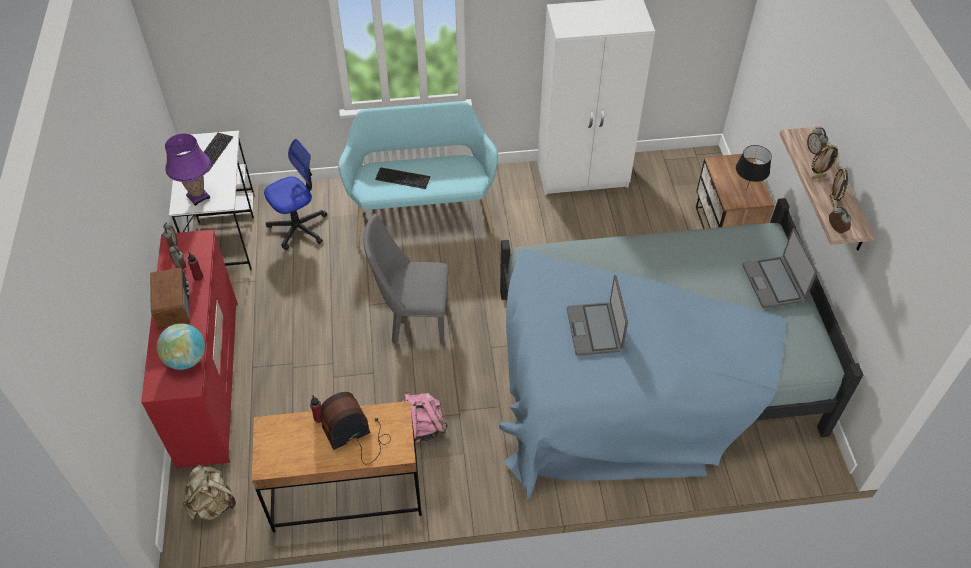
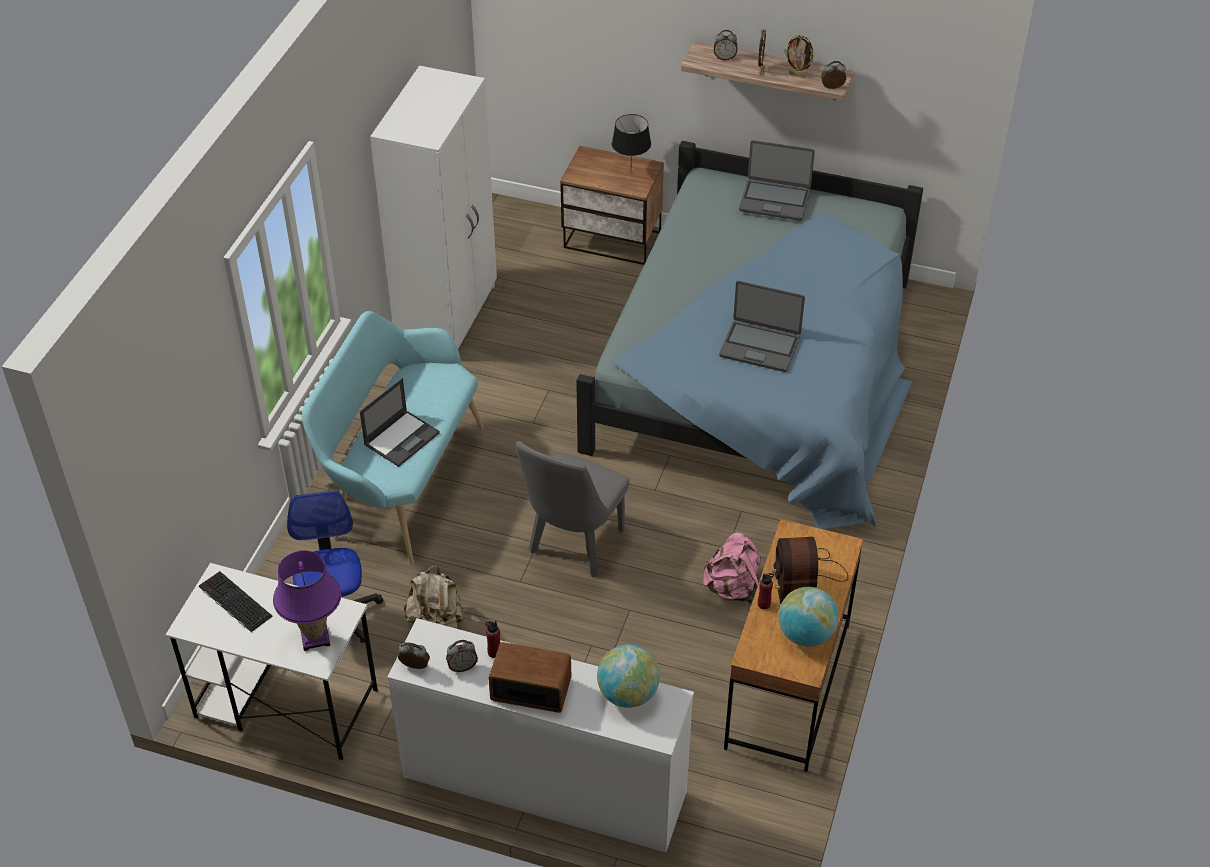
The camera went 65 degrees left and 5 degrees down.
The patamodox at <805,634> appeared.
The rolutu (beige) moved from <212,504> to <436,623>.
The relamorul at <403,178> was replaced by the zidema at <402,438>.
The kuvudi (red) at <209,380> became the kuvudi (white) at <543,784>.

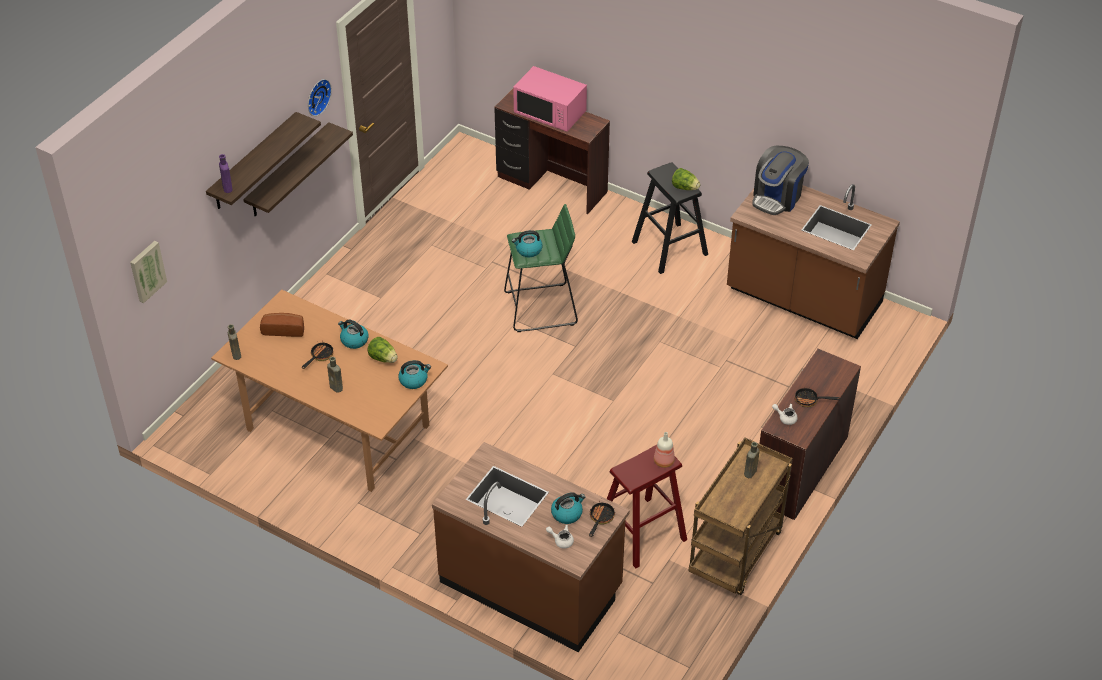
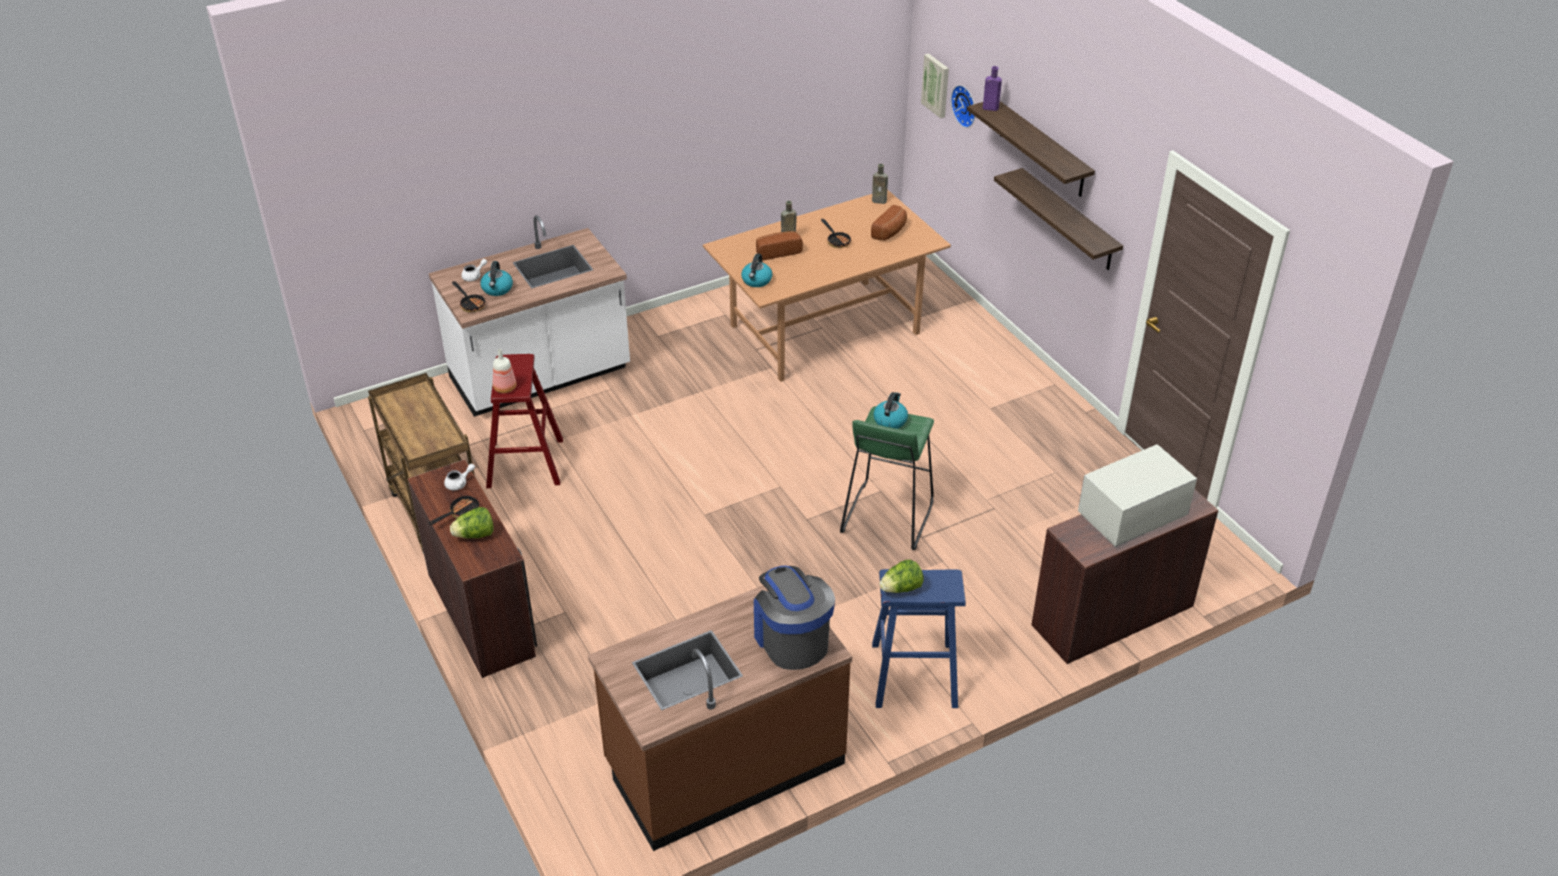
The camera went 120 degrees right and 5 degrees down.
The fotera at <354,340> disappeared.
The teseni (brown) at <749,473> disappeared.
The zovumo at <777,252> appeared.
The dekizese moved from <317,96> to <966,105>.
The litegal moved from <383,358> to <475,535>.
The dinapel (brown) at <531,585> became the dinapel (white) at <540,376>.
The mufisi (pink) at <550,114> became the mufisi (white) at <1132,517>.
The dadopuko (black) at <669,248> became the dadopuko (blue) at <913,675>.

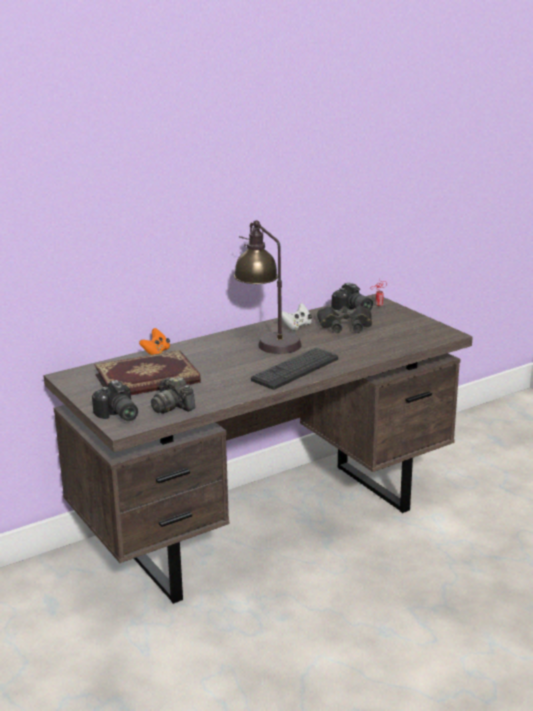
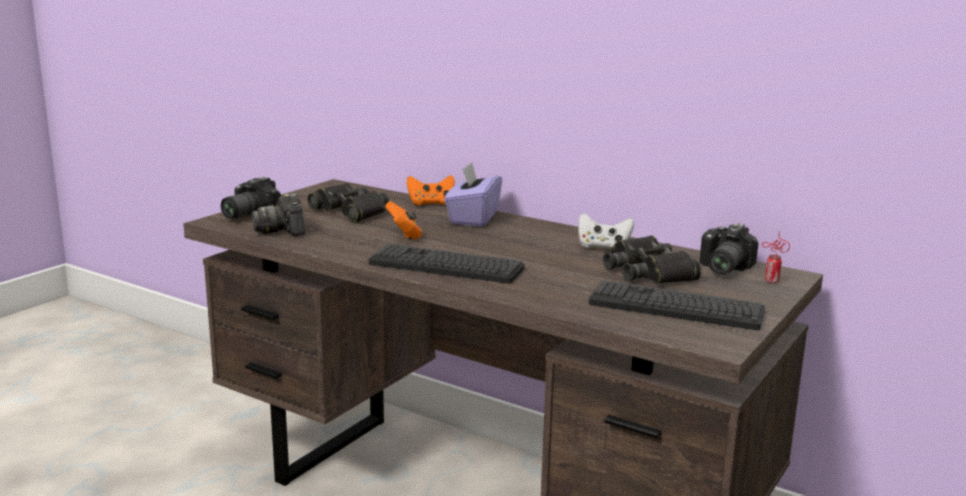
The camera went 65 degrees right and 5 degrees down.
The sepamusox at <267,340> disappeared.
The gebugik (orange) at <404,235> appeared.
The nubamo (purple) at <473,218> appeared.
The relamorul at <675,307> appeared.
The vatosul at <148,380> was replaced by the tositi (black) at <351,211>.
The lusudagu at <172,407> turned 45 degrees counterclockwise.

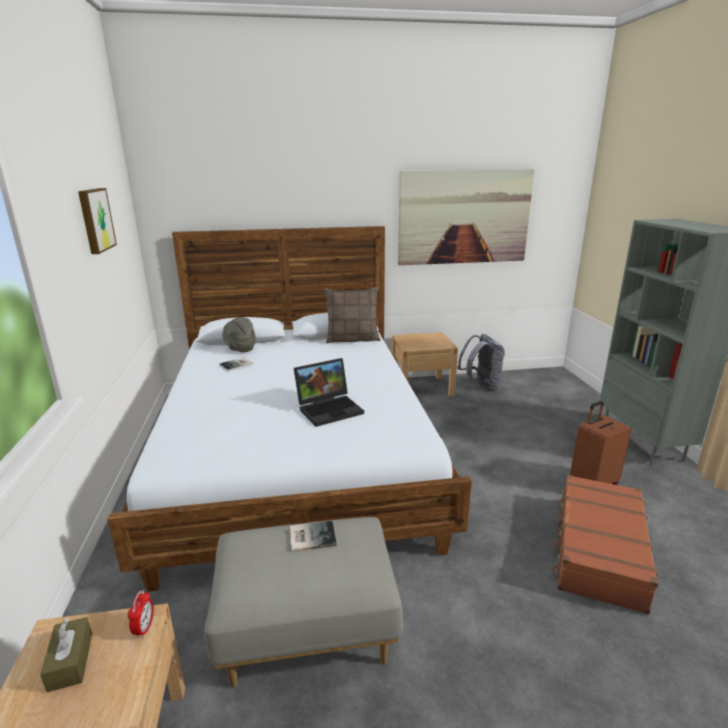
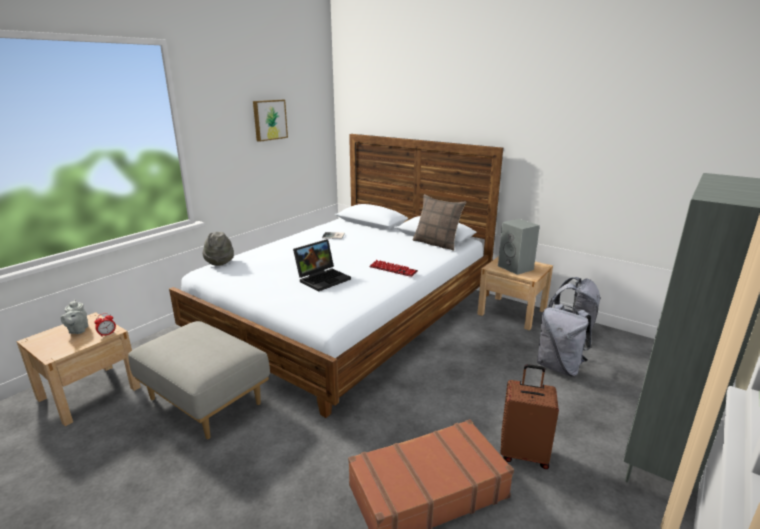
The camera went 45 degrees right and 0 degrees up.
The vatosul at <311,536> disappeared.
The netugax at <464,217> disappeared.
The relamorul at <393,269> appeared.
The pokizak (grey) at <516,268> appeared.
The rolutu (grey) at <559,367> appeared.
The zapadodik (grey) moved from <240,349> to <219,261>.
The nubamo (brown) at <70,661> was replaced by the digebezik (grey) at <78,330>.
The zidema at <330,408> turned 60 degrees counterclockwise.

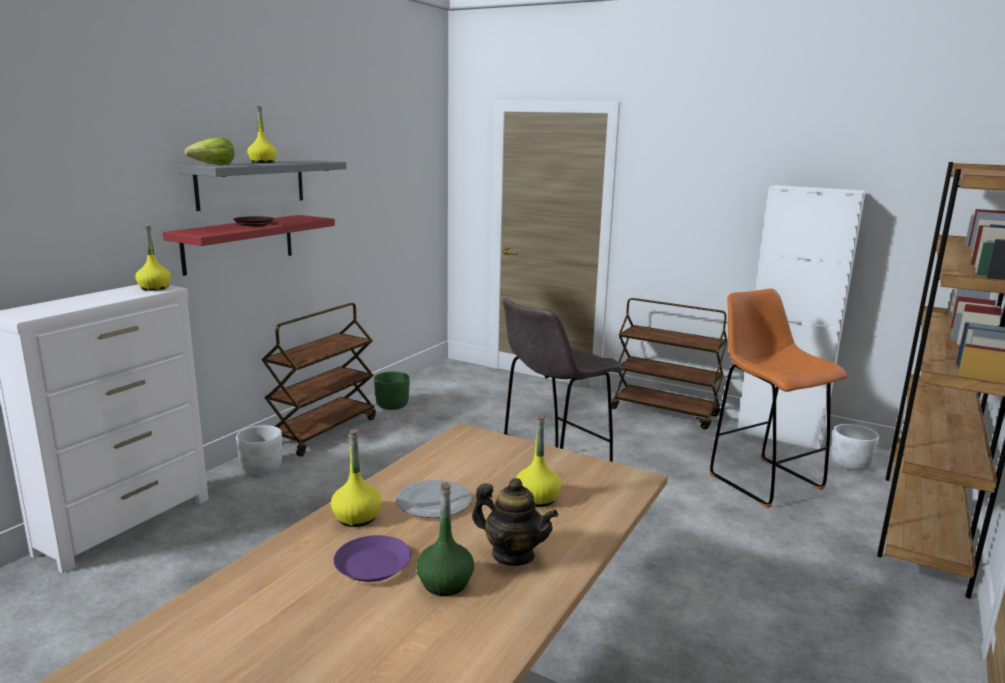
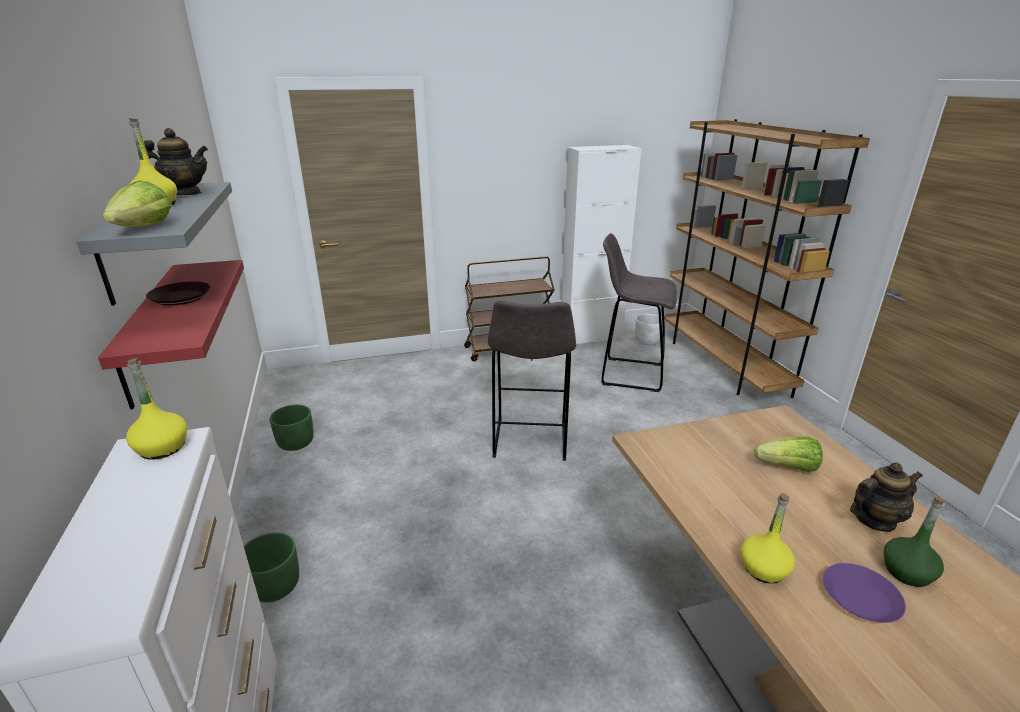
The camera went 45 degrees left and 10 degrees up.
The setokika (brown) at <323,431> disappeared.
The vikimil at <434,501> disappeared.
The digebezik at <185,194> appeared.
The teseni (yellow) at <537,498> was replaced by the litegal at <788,467>.
The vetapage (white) at <262,468> became the vetapage (green) at <275,586>.
The dadopuko (orange) at <762,480> became the dadopuko (grey) at <629,374>.

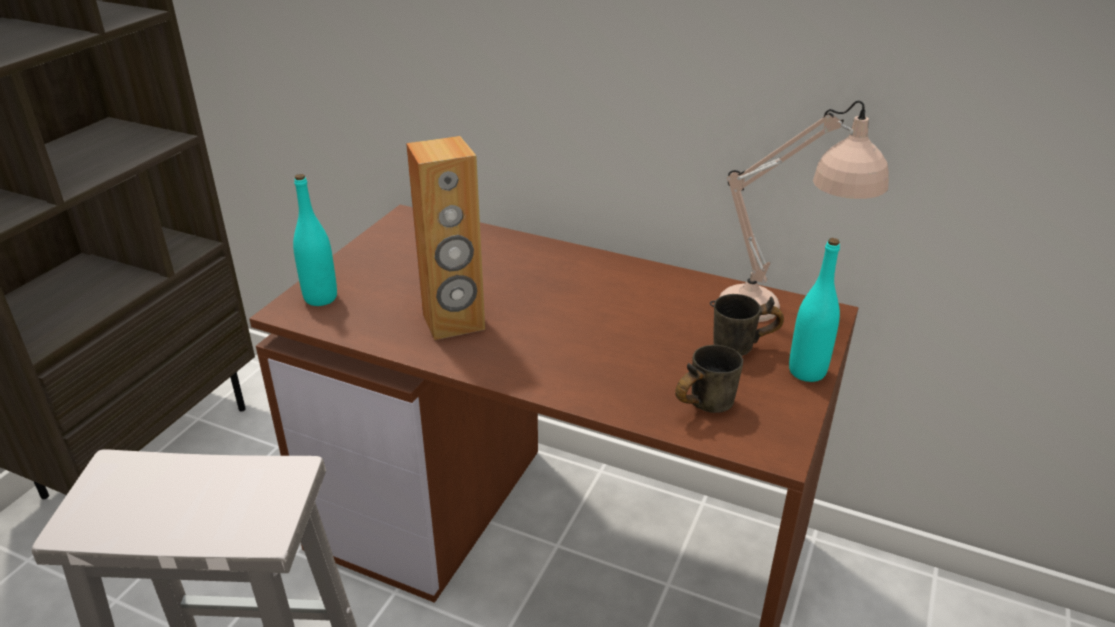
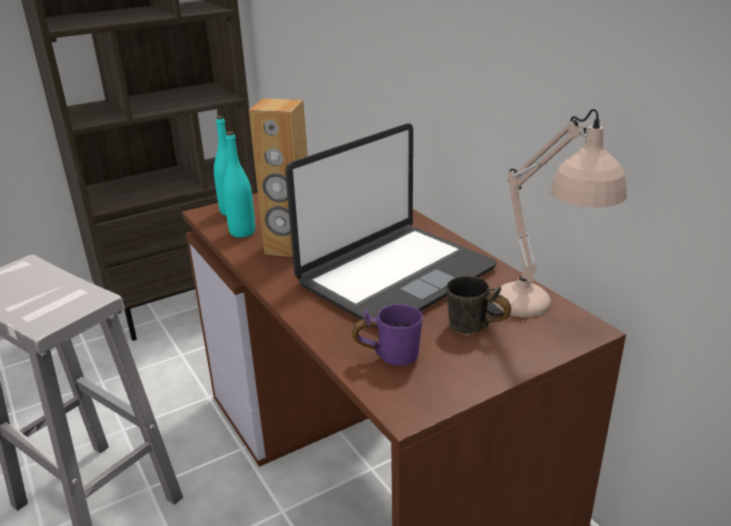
The camera went 35 degrees right and 5 degrees down.
The zidema at <395,275> appeared.
The teseni (turquoise) moved from <807,371> to <242,232>.
The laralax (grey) at <700,404> became the laralax (purple) at <389,355>.

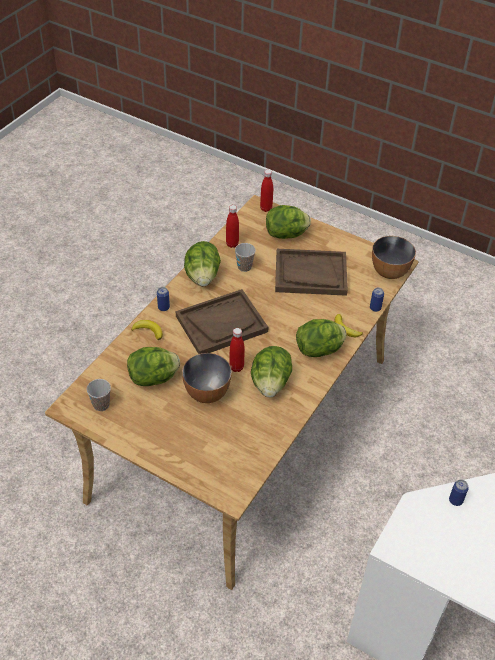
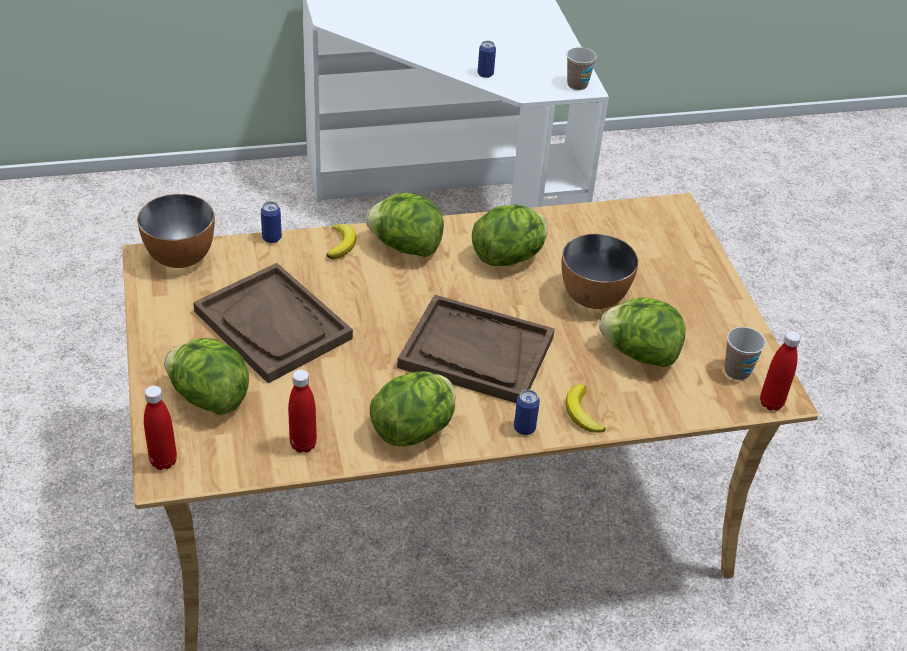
The camera went 135 degrees left and 5 degrees down.
The teseni (red) moved from <236,367> to <771,403>.
The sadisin moved from <244,267> to <577,85>.

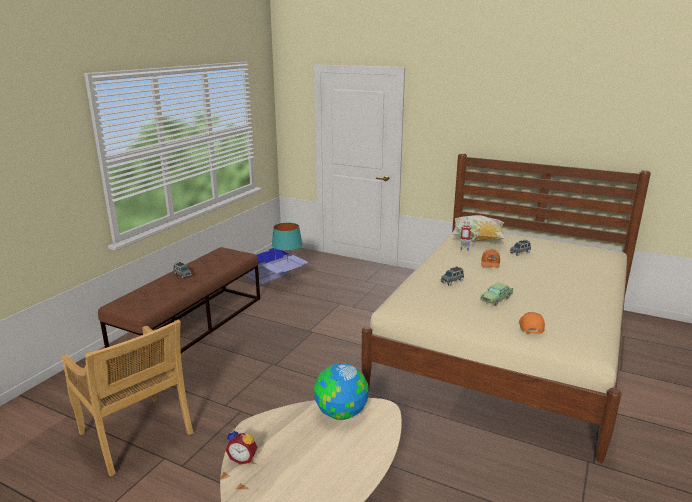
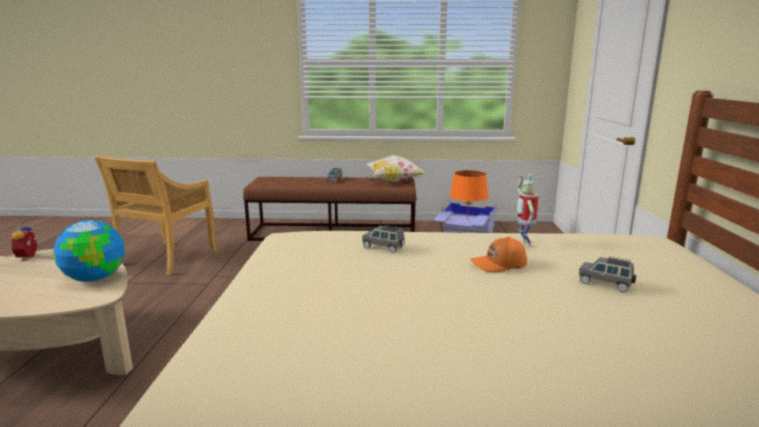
The camera went 65 degrees right and 5 degrees down.
The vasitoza at <496,299> disappeared.
The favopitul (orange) at <530,326> disappeared.
The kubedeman moved from <477,240> to <394,181>.
The sepamusox (turquoise) at <288,263> became the sepamusox (orange) at <467,220>.

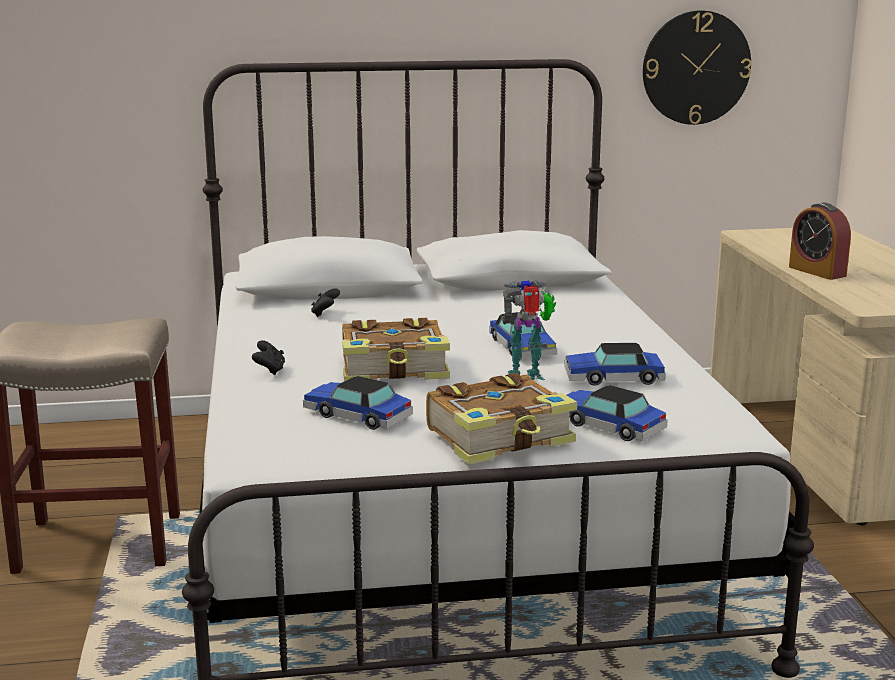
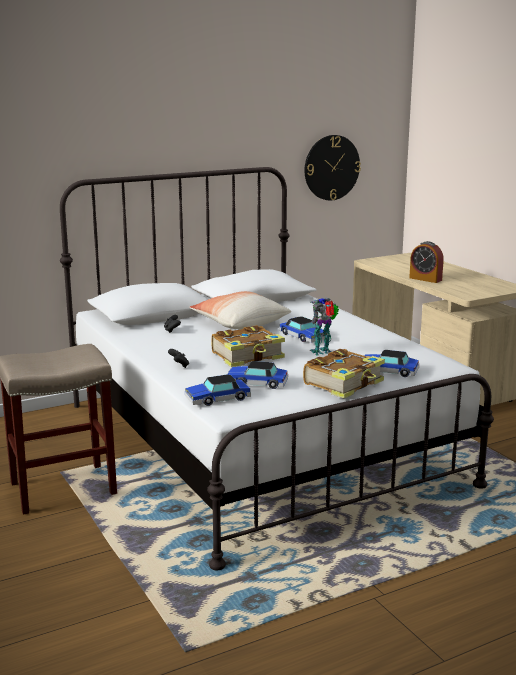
The camera went 20 degrees left and 0 degrees up.
The kubedeman at <239,323> appeared.
The vasitoza moved from <613,378> to <217,398>.

